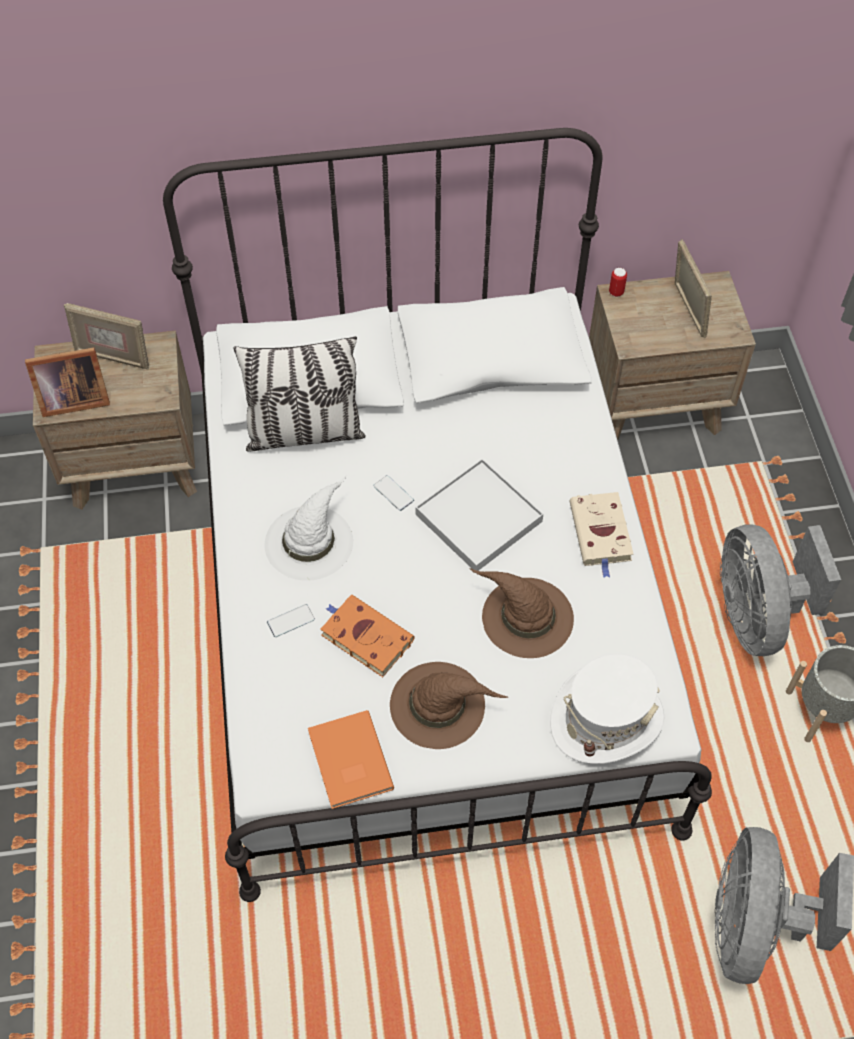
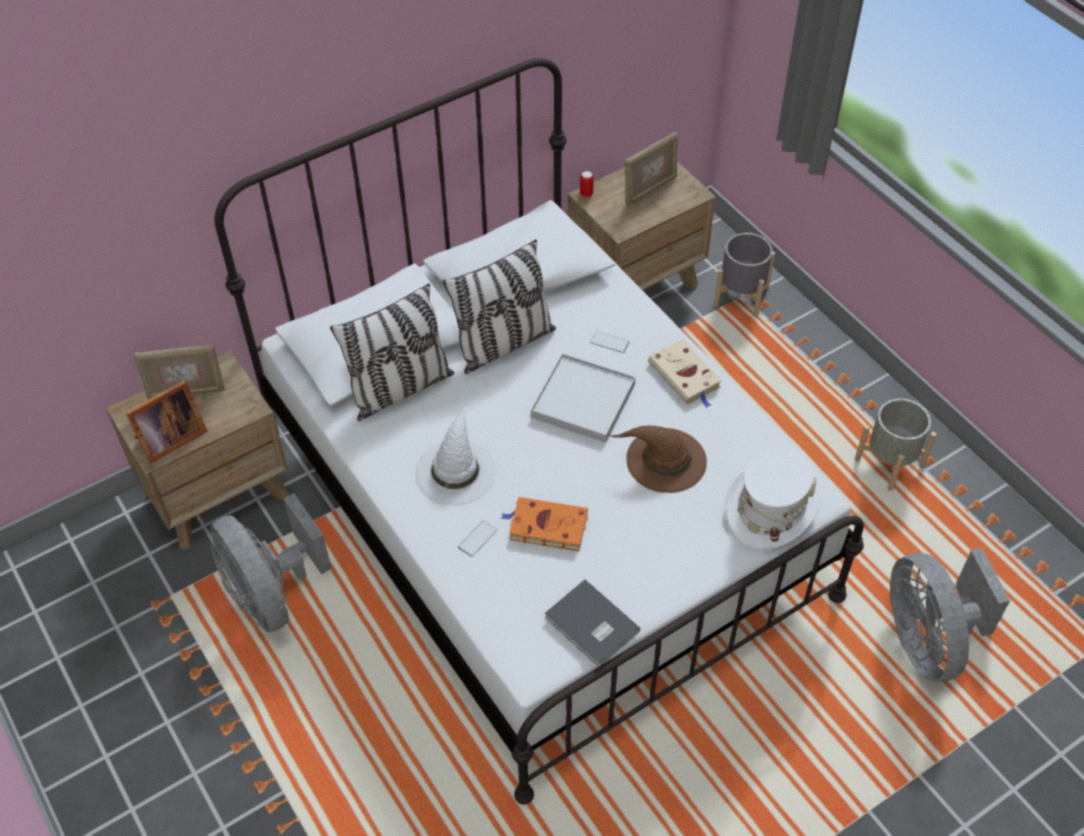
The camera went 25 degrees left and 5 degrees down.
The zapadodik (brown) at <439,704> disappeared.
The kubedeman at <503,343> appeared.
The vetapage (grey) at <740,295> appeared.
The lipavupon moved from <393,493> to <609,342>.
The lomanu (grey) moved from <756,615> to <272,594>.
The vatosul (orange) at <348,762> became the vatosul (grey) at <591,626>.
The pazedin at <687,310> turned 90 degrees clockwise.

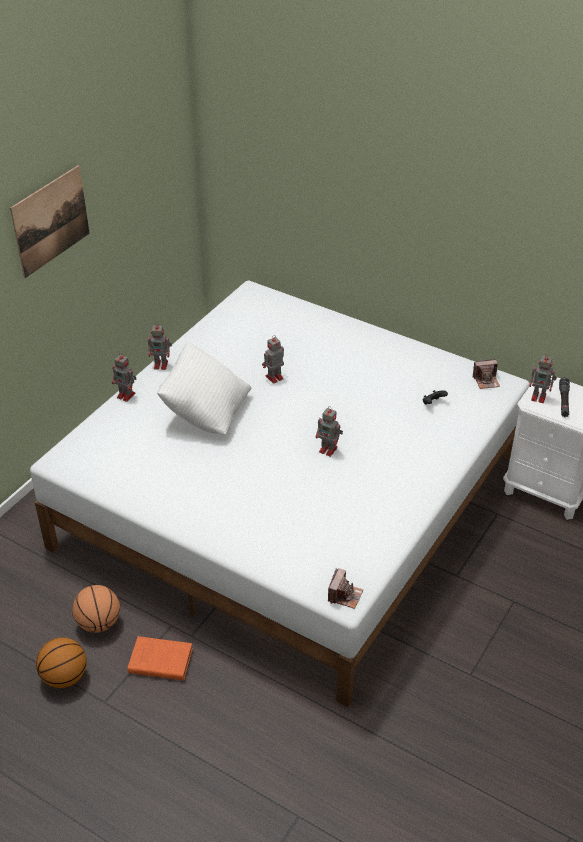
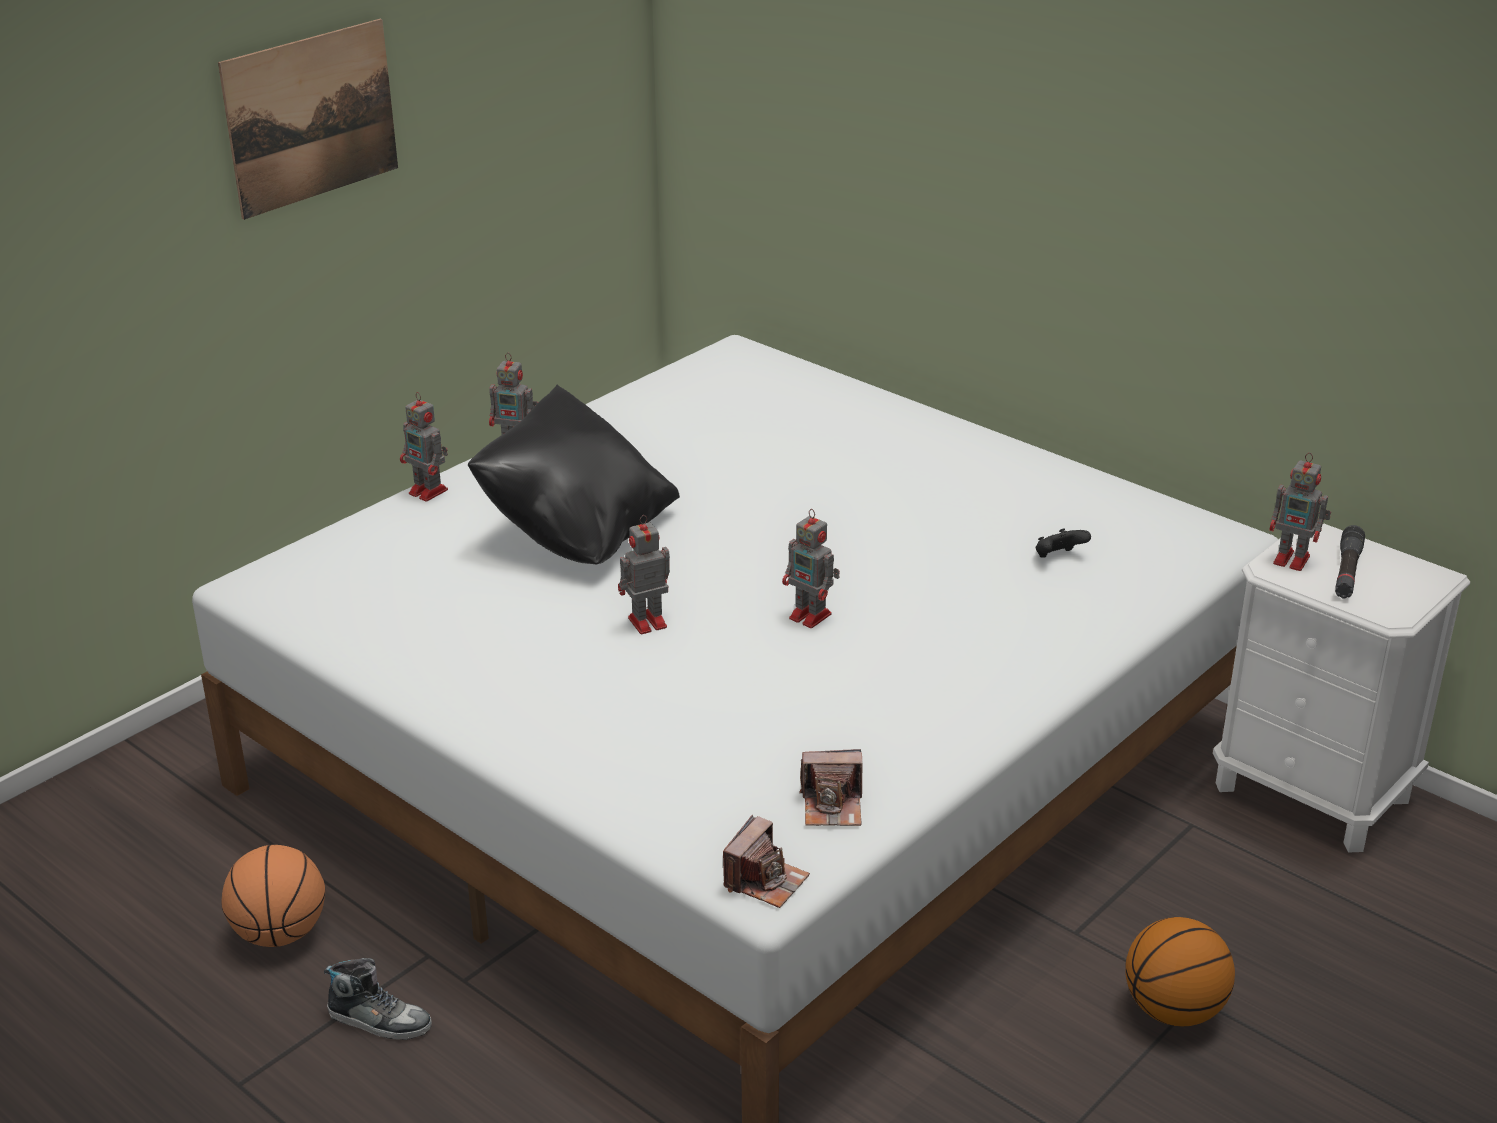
The camera went 10 degrees right and 10 degrees down.
The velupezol moved from <65,677> to <1174,1010>.
The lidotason moved from <273,378> to <645,623>.
The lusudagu moved from <486,381> to <832,806>.
The vatosul (orange) at <159,661> was replaced by the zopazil at <379,1020>.
The kubedeman (white) at <206,412> became the kubedeman (black) at <576,532>.

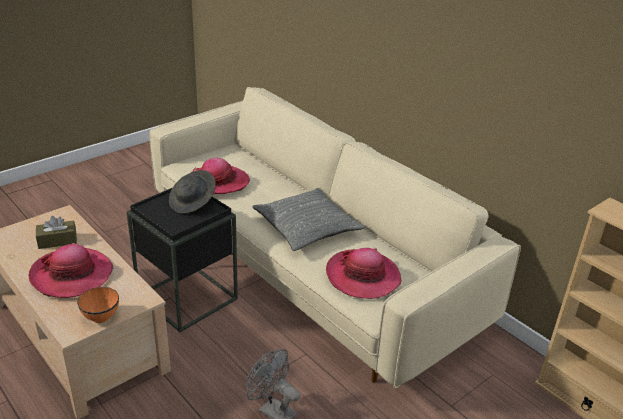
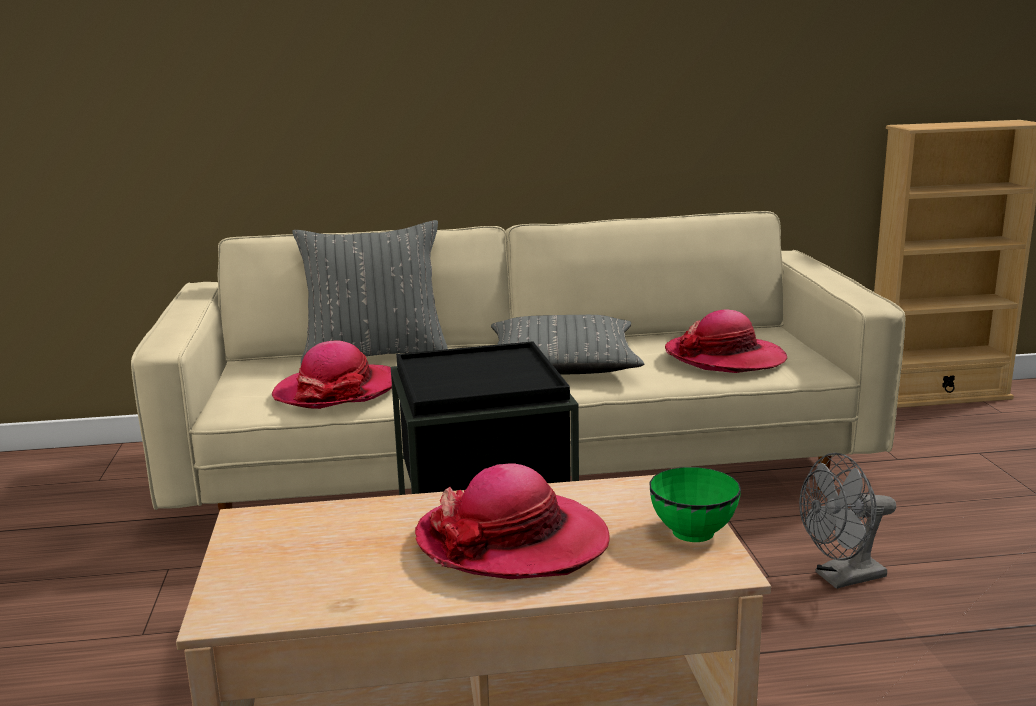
The camera went 55 degrees left and 15 degrees down.
The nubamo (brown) at <57,241> disappeared.
The zapadodik (grey) at <193,202> disappeared.
The kubedeman (grey) at <375,355> appeared.
The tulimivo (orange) at <100,317> became the tulimivo (green) at <694,532>.

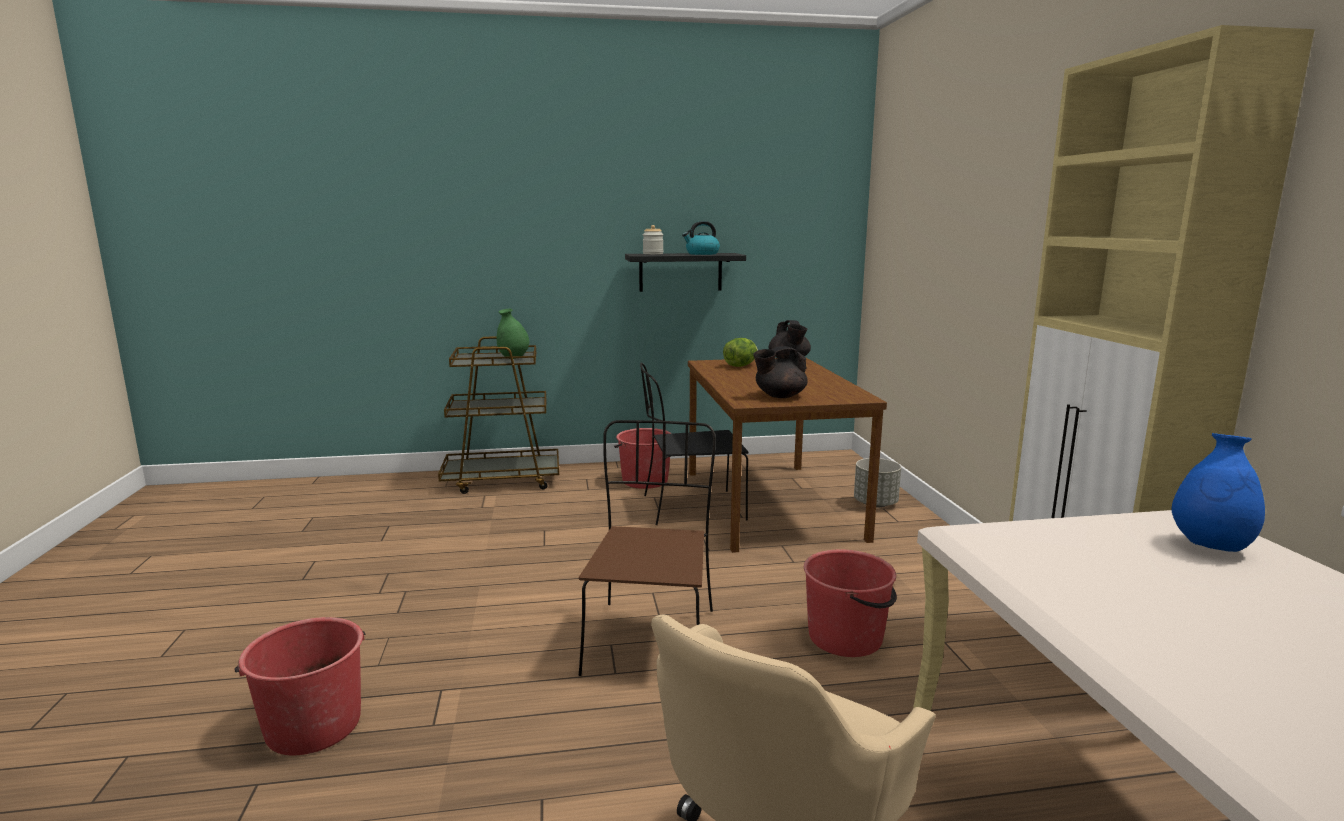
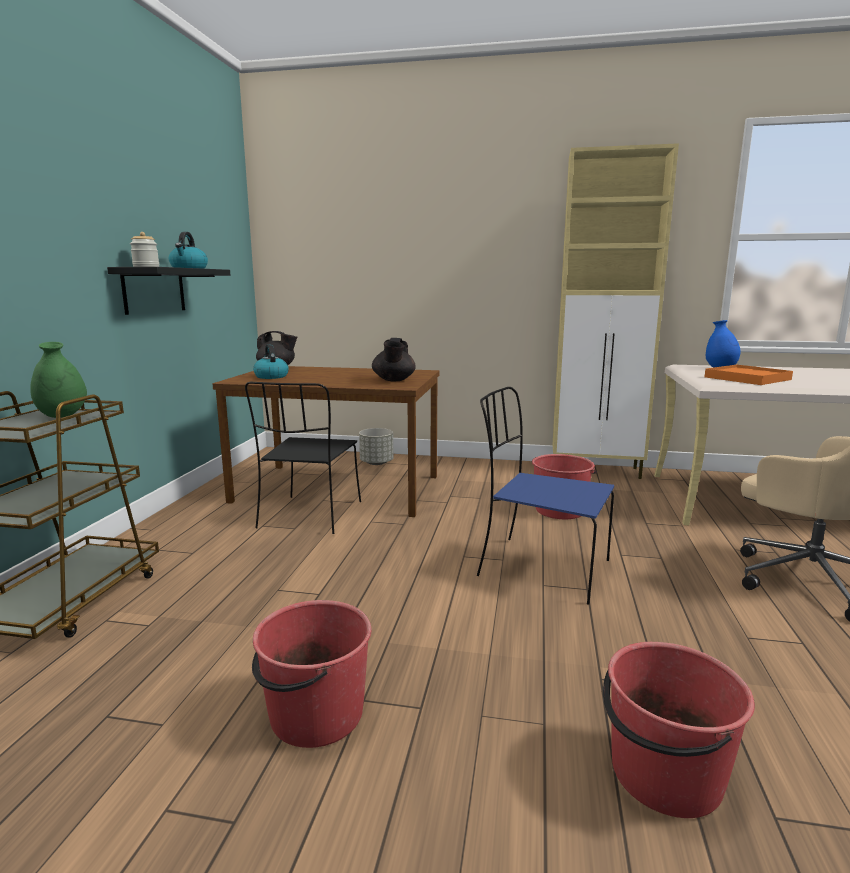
The camera went 70 degrees left and 0 degrees up.
The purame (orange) at <747,378> appeared.
The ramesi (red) moved from <644,481> to <315,715>.
The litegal at <740,366> was replaced by the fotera at <271,376>.
The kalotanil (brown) at <651,639> became the kalotanil (blue) at <540,568>.

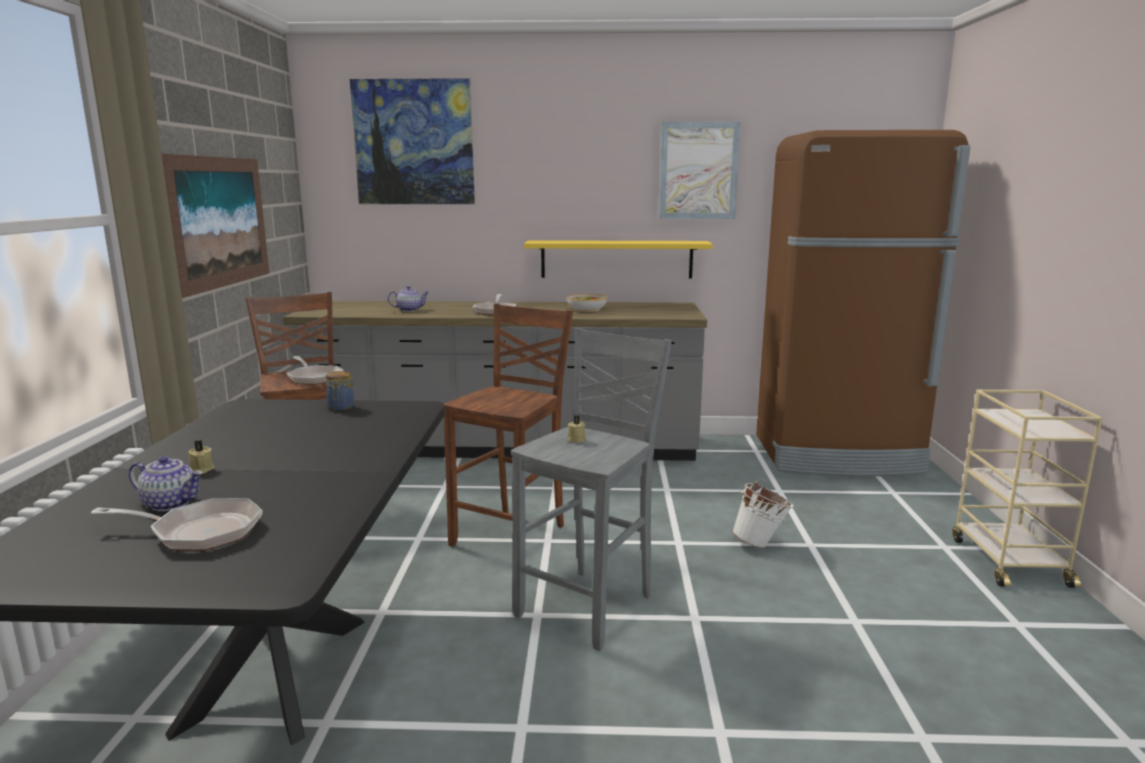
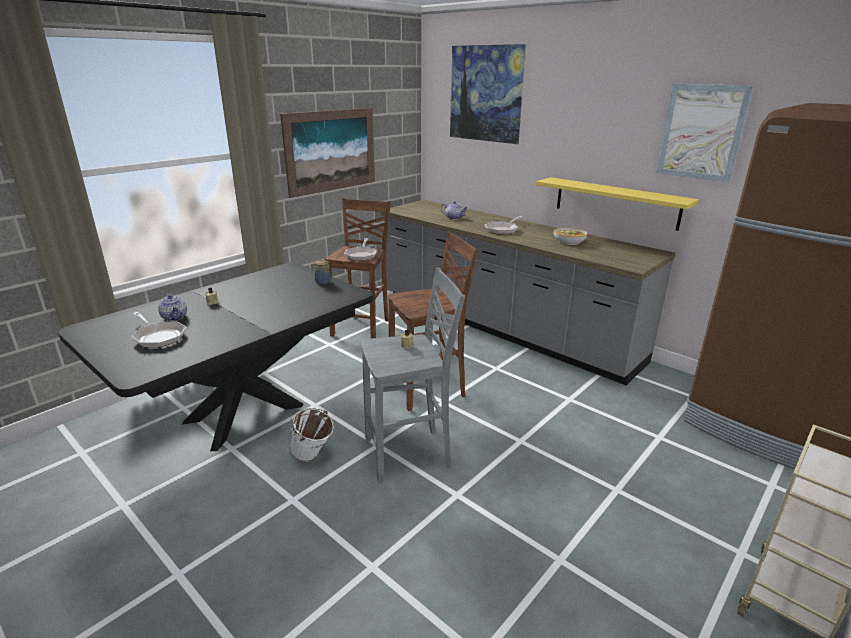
The camera went 40 degrees right and 10 degrees up.
The ramesi (white) moved from <760,544> to <313,457>.

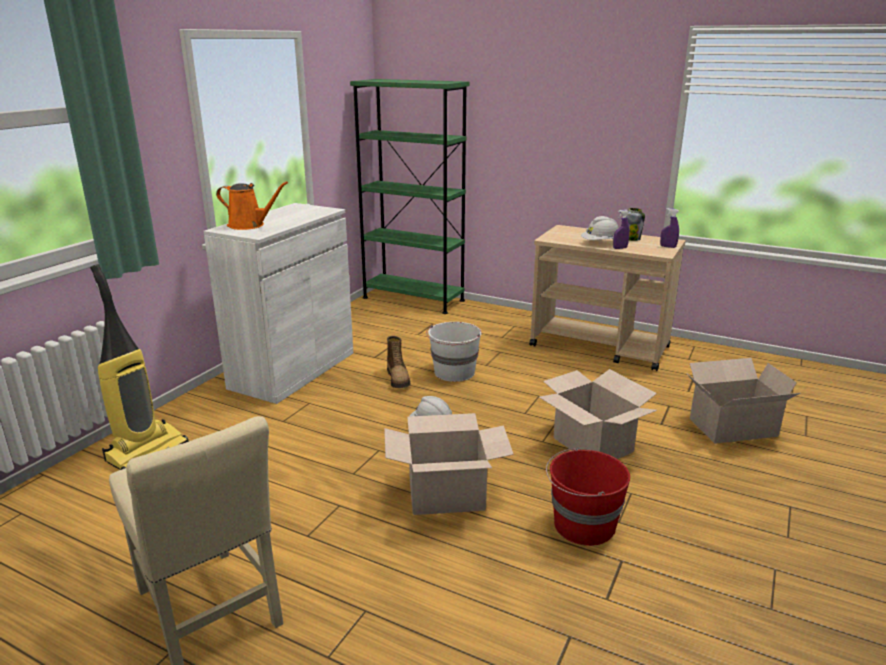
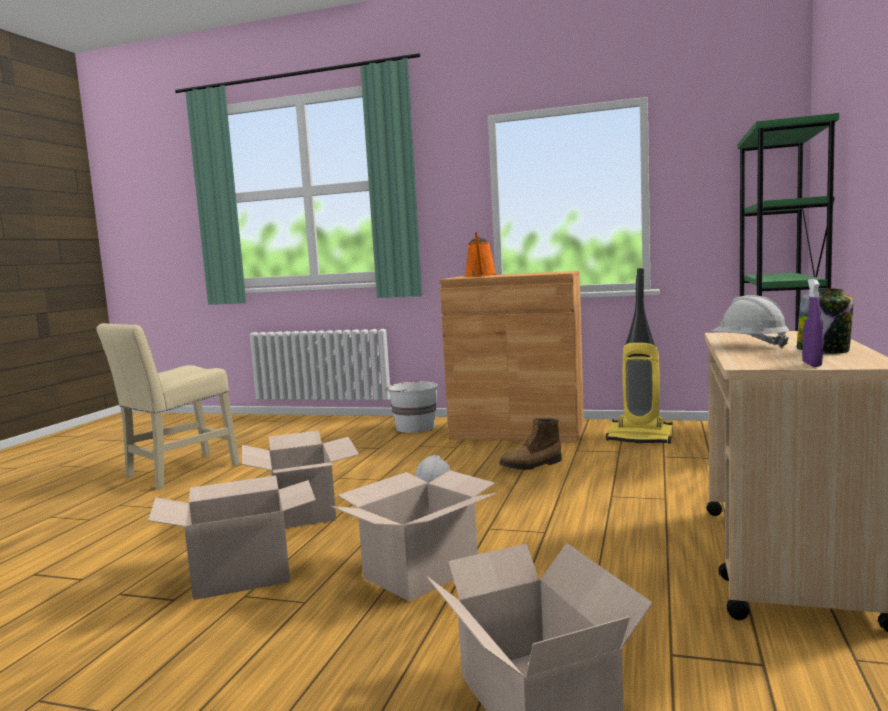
The camera went 80 degrees right and 15 degrees down.
The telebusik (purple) at <620,248> disappeared.
The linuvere moved from <147,452> to <640,438>.
The ramesi (white) moved from <454,372> to <414,427>.
The ramesi (red) at <582,526> was replaced by the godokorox at <241,576>.
The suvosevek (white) at <293,370> became the suvosevek (brown) at <517,432>.

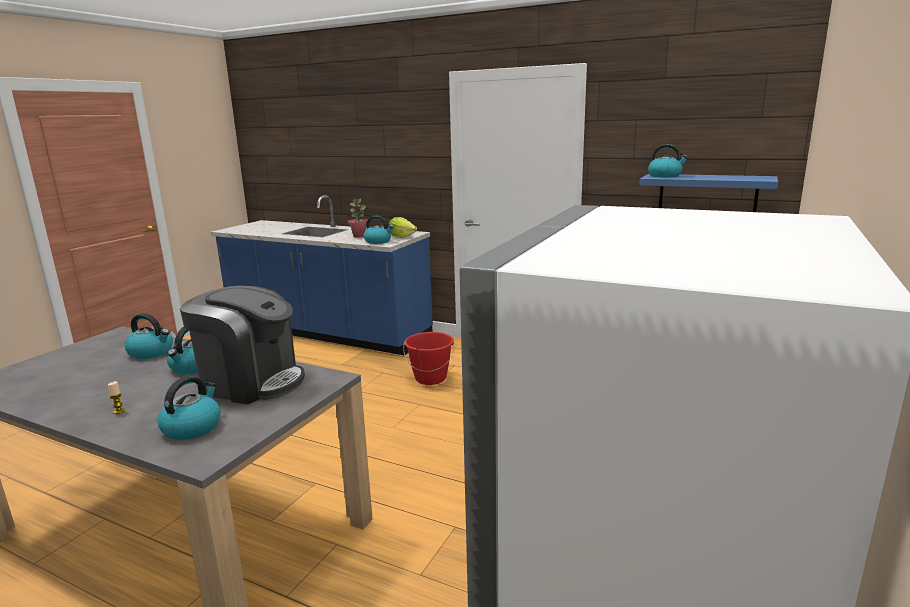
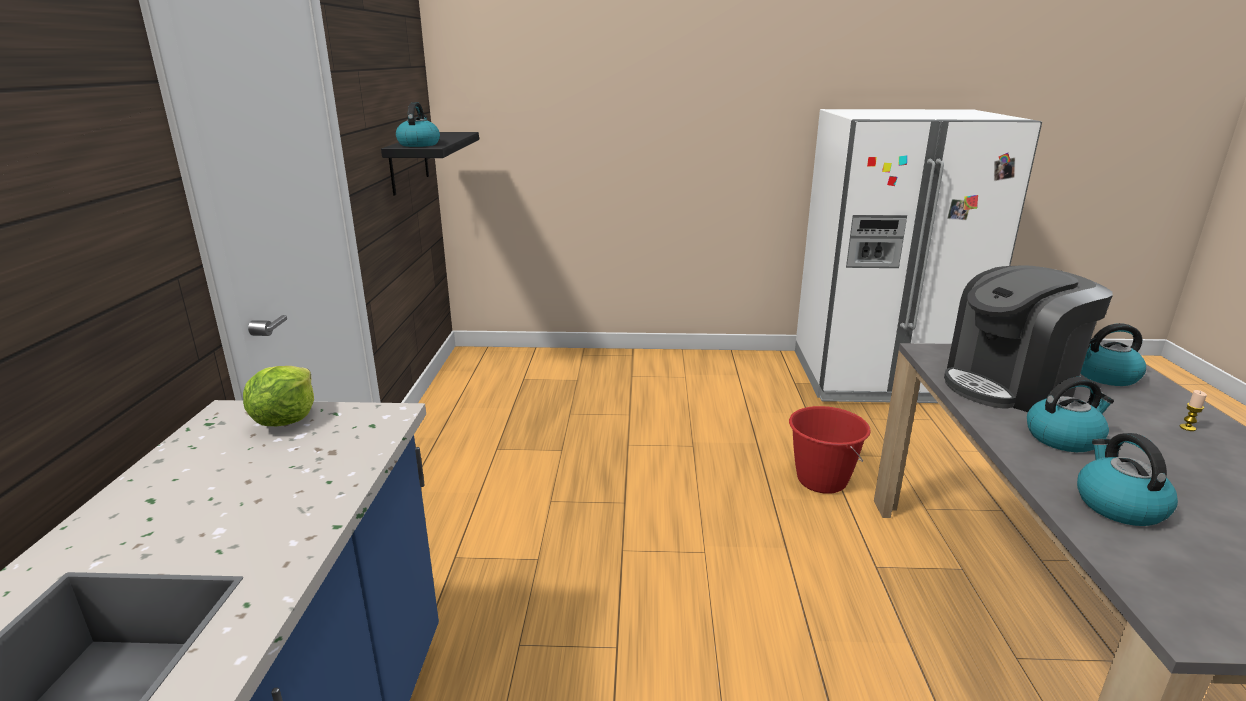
The camera went 115 degrees left and 5 degrees up.
The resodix at <359,236> disappeared.
The fotera at <378,241> disappeared.
The ramesi (red) moved from <430,378> to <821,480>.
The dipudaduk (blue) at <707,193> became the dipudaduk (black) at <409,162>.
The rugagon at <251,382> turned 105 degrees counterclockwise.

